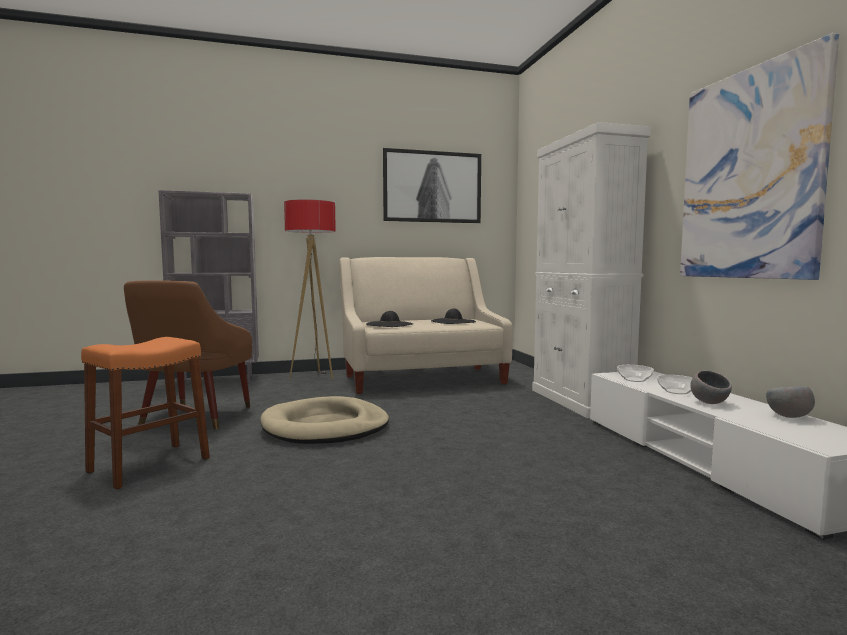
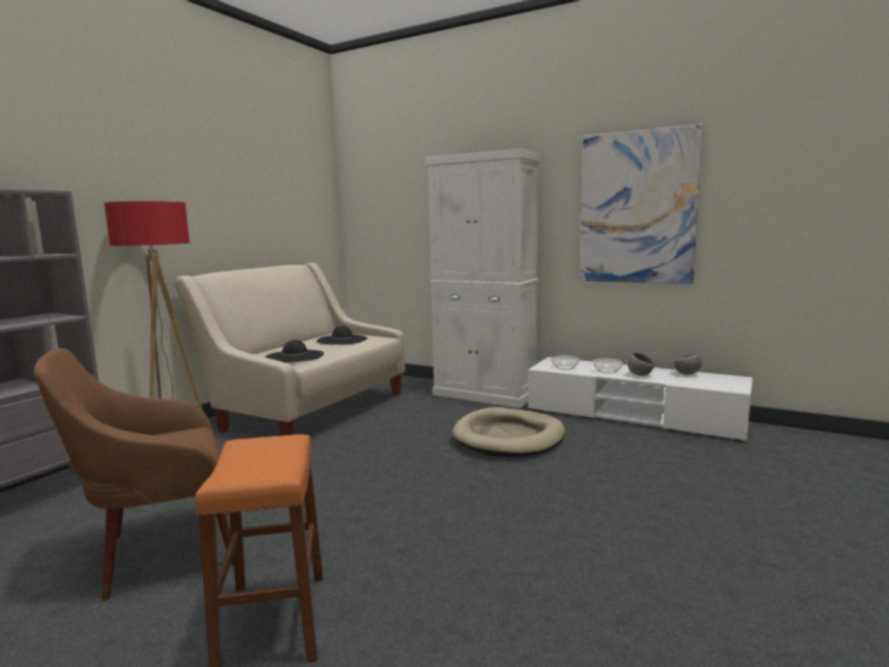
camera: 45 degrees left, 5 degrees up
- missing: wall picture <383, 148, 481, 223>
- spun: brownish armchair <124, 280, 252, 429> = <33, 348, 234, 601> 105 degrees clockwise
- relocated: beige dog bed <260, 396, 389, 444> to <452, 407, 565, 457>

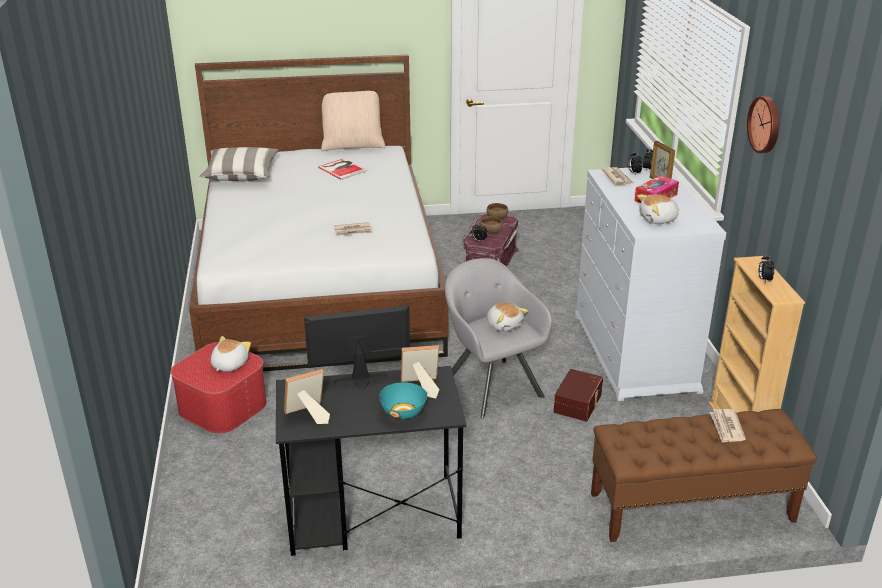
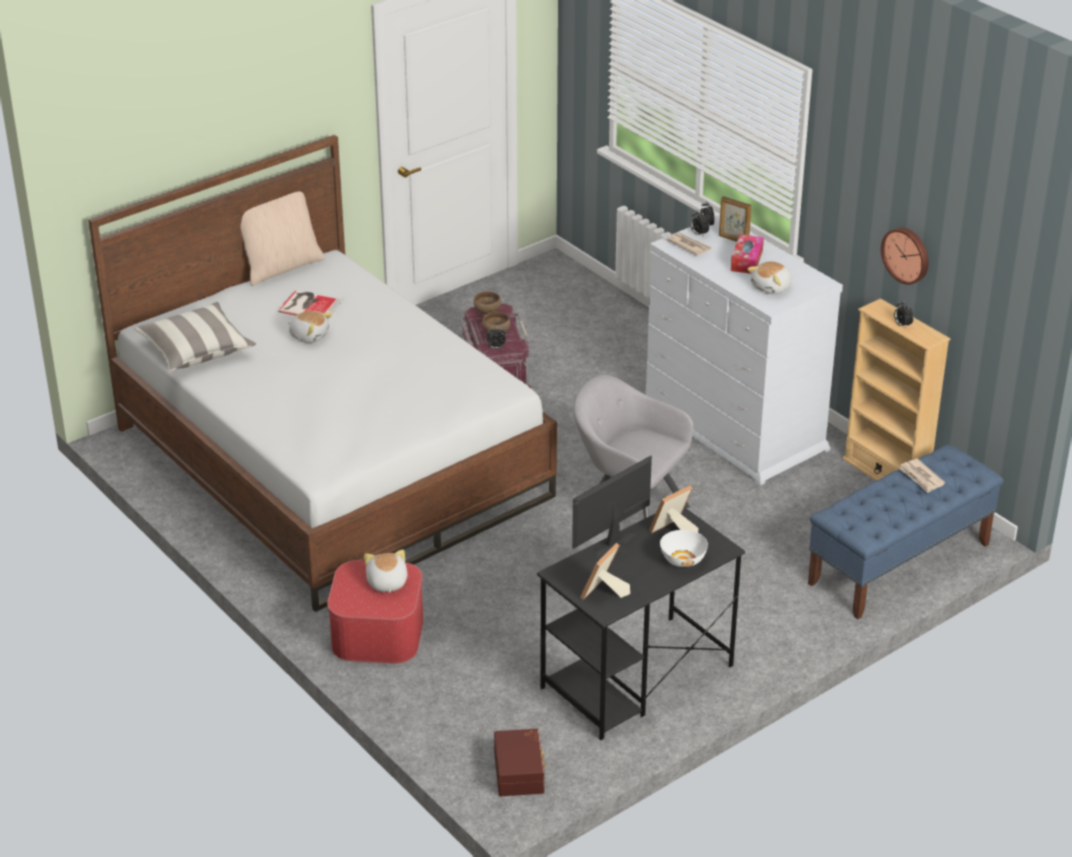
camera: 30 degrees left, 5 degrees up
- relocated: hanging clock <747, 96, 779, 153> to <881, 227, 929, 285>
- missing: printed paper <333, 222, 373, 236>
- relocated: cuddly toy <487, 302, 528, 332> to <288, 311, 333, 343>
- relocated: brownish storage container <554, 369, 603, 421> to <494, 729, 546, 796>
- colour: blue-green bowl <379, 382, 427, 419> to whitish bowl <660, 530, 708, 567>
- colour: brownish long seat <591, 409, 817, 542> to blue-coloured long seat <808, 444, 1004, 619>

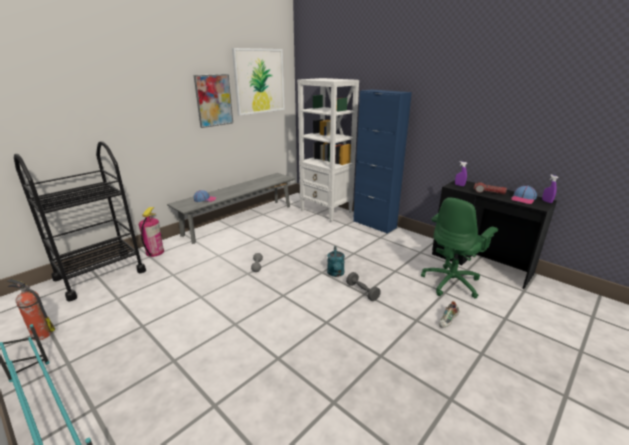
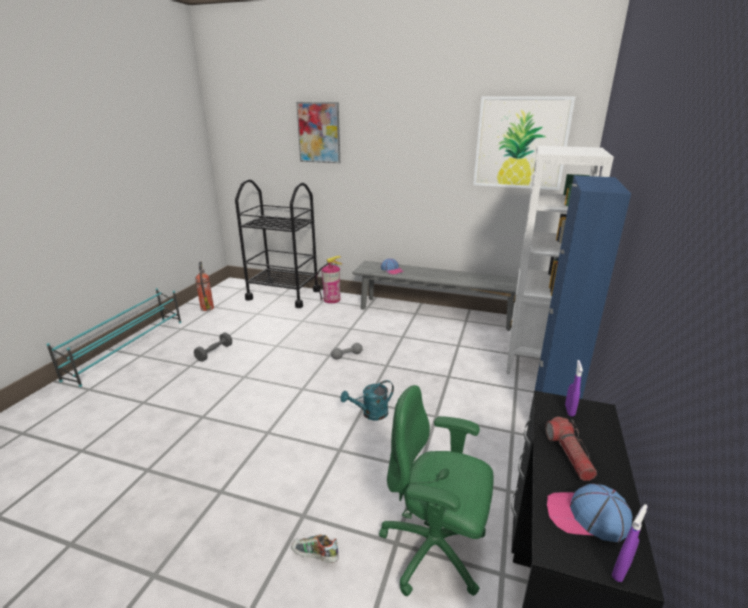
camera: 65 degrees right, 0 degrees up
- relocated: wall picture <194, 74, 233, 128> to <296, 102, 340, 163>
- relocated: grey dumbbell <346, 272, 381, 301> to <194, 332, 232, 362>

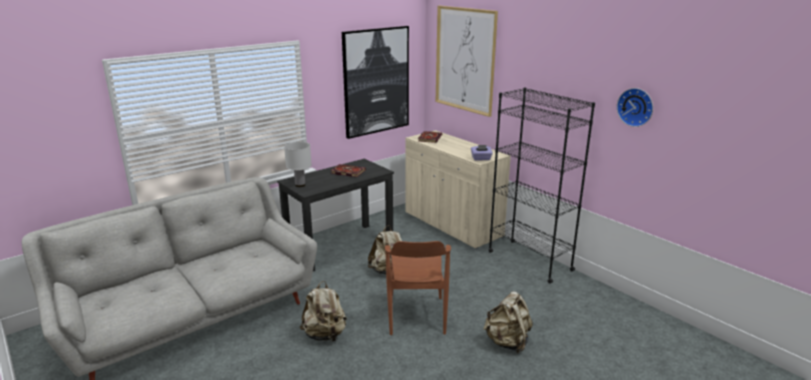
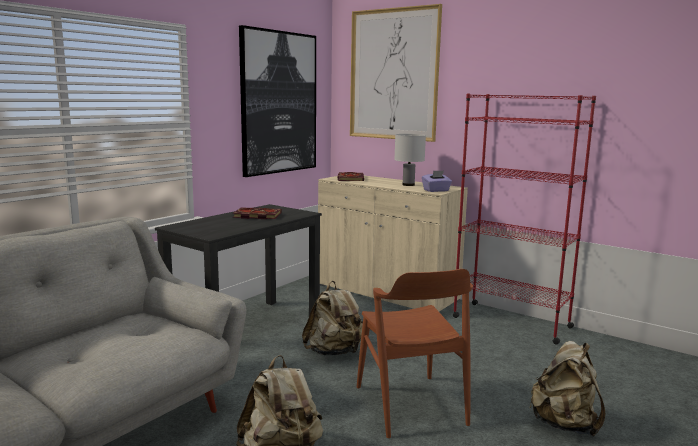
camera: 15 degrees left, 10 degrees down
- colour: black bookshelf <488, 87, 595, 284> to reddish bookshelf <453, 94, 596, 345>
- missing: hanging clock <617, 88, 653, 127>
- relocated: whitish table lamp <284, 142, 312, 187> to <394, 134, 426, 186>

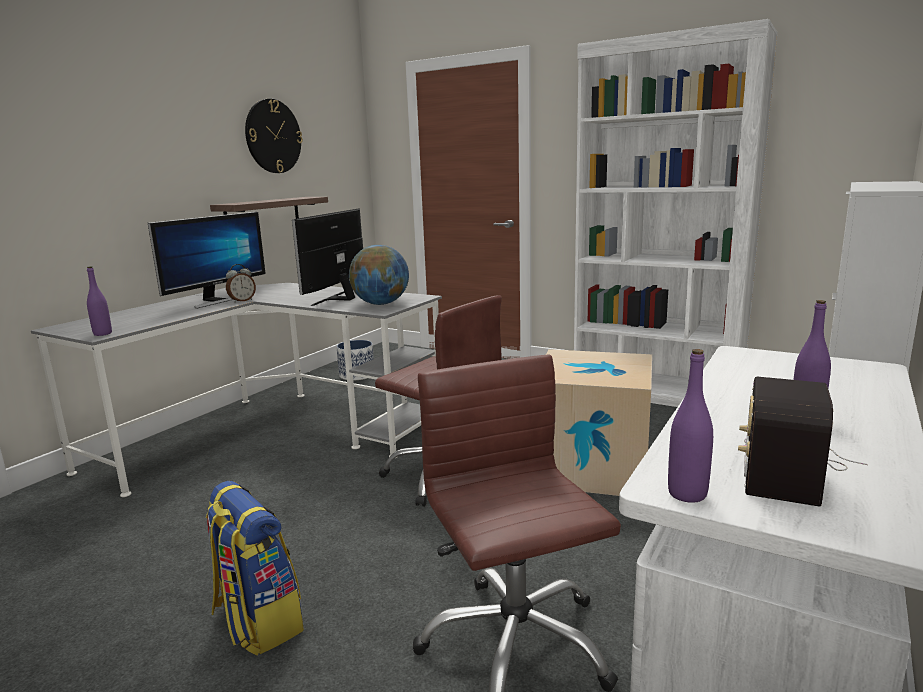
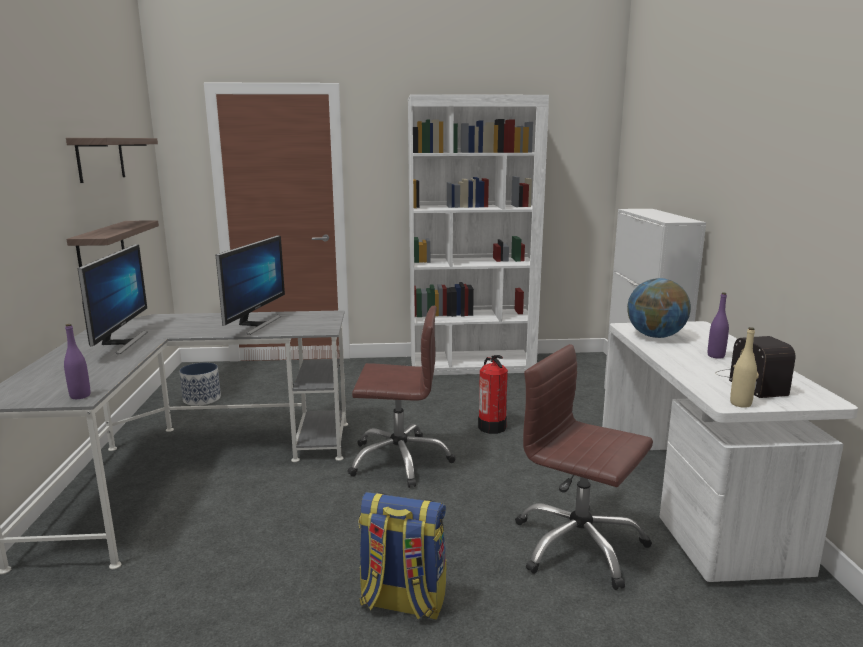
camera: 35 degrees left, 0 degrees up
- exchanged: hanging clock <245, 99, 303, 173> to bracket shelf <66, 138, 158, 183>
- spun: computer screen <292, 208, 363, 306> = <216, 235, 285, 335> 150 degrees counterclockwise
- relocated: globe <349, 245, 409, 305> to <627, 278, 691, 338>
- missing: table clock <226, 264, 256, 303>
- exchanged: carton <546, 349, 652, 496> to extinguisher <478, 355, 508, 434>
- colour: purplish beverage bottle <668, 349, 713, 503> to beige beverage bottle <730, 327, 757, 408>

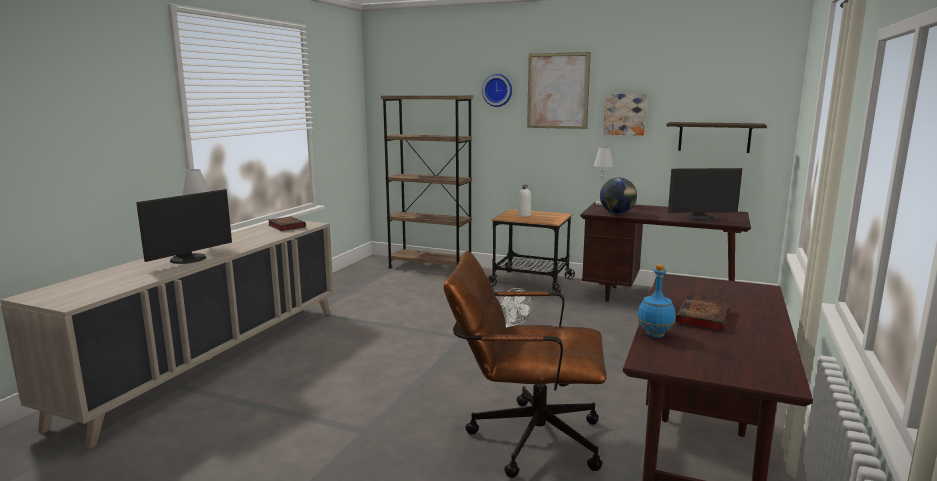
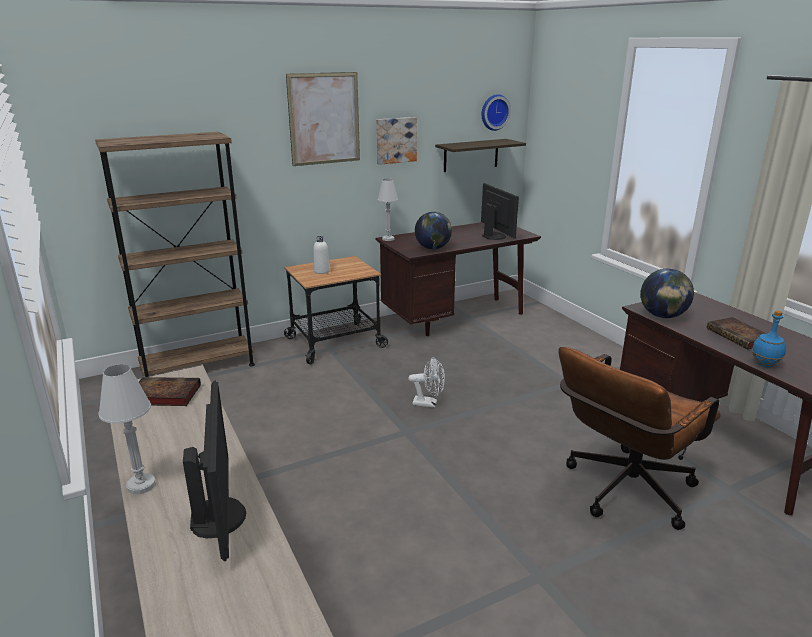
camera: 50 degrees left, 10 degrees up
- relocated: hanging clock <482, 74, 512, 107> to <482, 94, 511, 131>
- spun: computer screen <668, 168, 743, 221> = <481, 183, 519, 240> 60 degrees counterclockwise
- appeared: globe <640, 269, 694, 318>

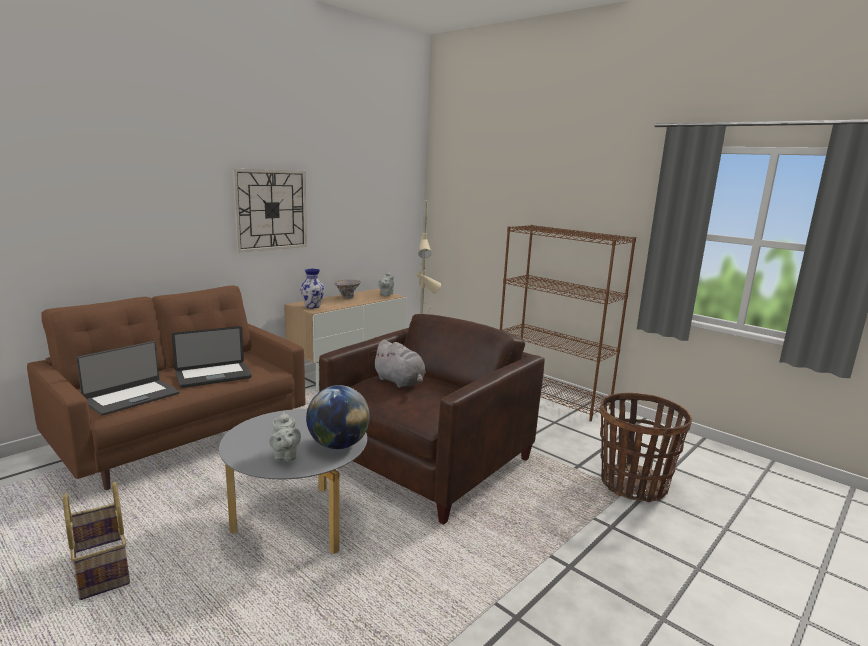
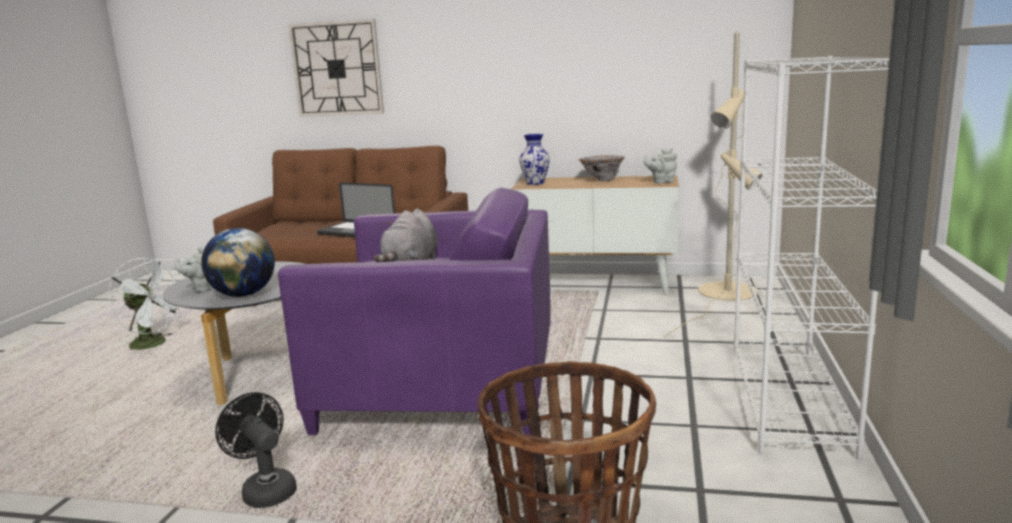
camera: 60 degrees right, 0 degrees up
- relocated: hanging clock <232, 169, 307, 253> to <288, 19, 384, 117>
- colour: brownish bookshelf <500, 225, 636, 422> to whitish bookshelf <734, 56, 889, 460>
- colour: brownish armchair <319, 314, 545, 525> to purplish armchair <278, 188, 551, 435>
- missing: portable computer <76, 341, 180, 416>
- exchanged: basket <63, 482, 130, 600> to whitish cooling fan <109, 258, 181, 356>
- appeared: black cooling fan <215, 392, 297, 508>

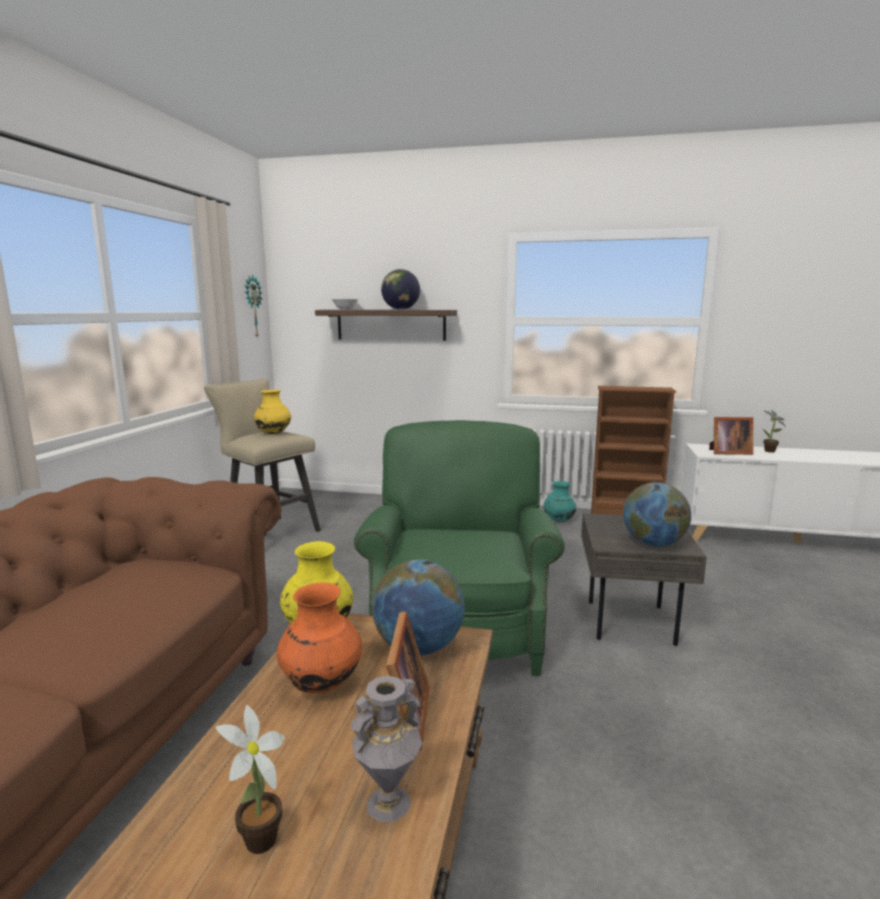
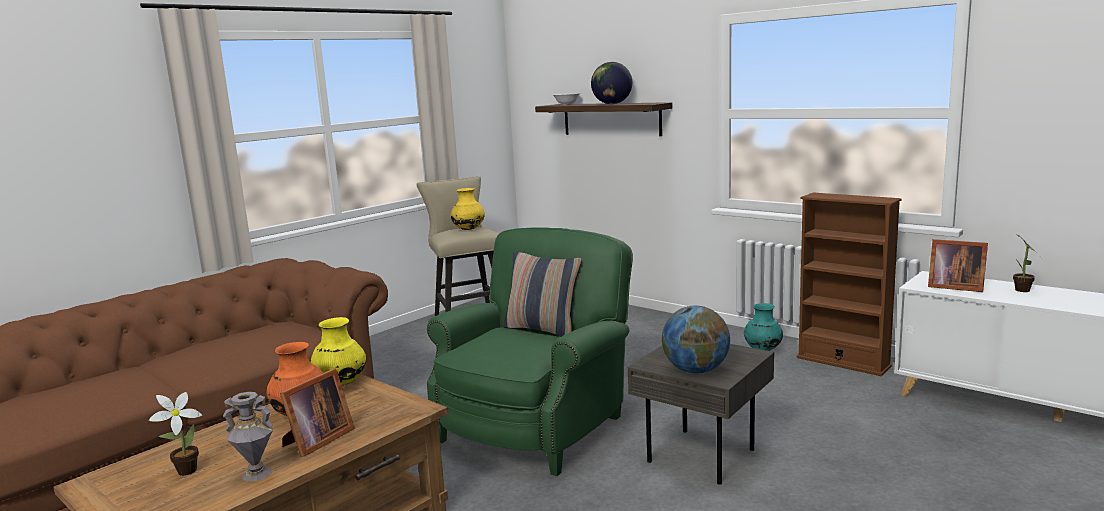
camera: 30 degrees right, 0 degrees up
- missing: hanging clock <245, 274, 263, 337>
- missing: globe <372, 559, 465, 655>
- appeared: cushion <503, 251, 581, 337>

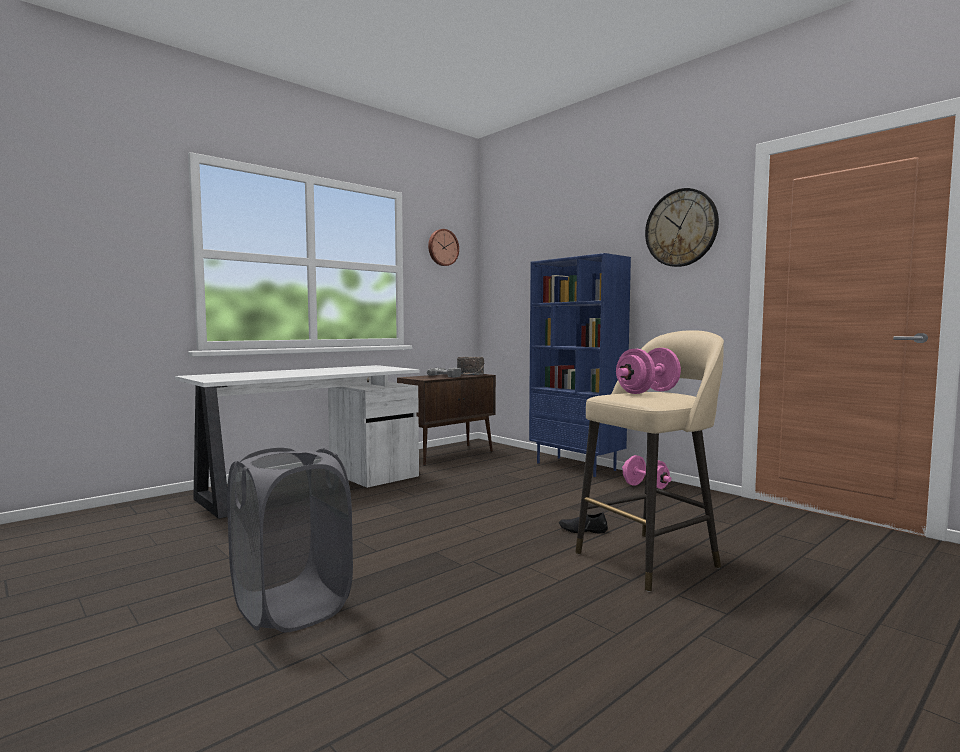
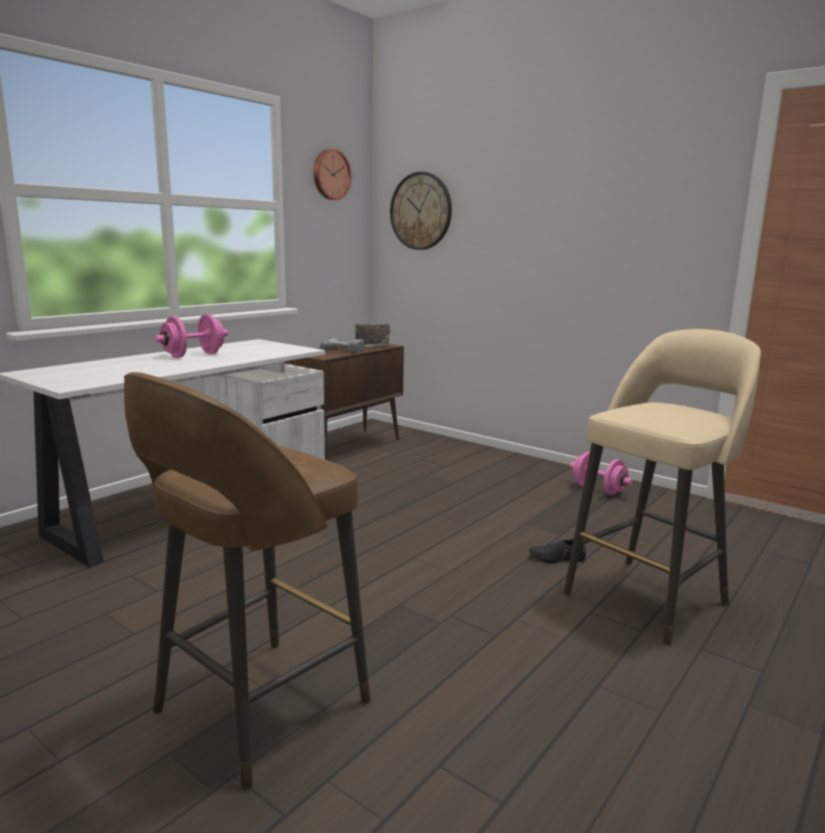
camera: 10 degrees left, 10 degrees up
- relocated: hanging clock <645, 188, 719, 267> to <390, 172, 452, 250>
- missing: blue-coloured bookshelf <529, 253, 631, 477>
- relocated: pink-coloured dumbbell <616, 348, 681, 394> to <154, 314, 228, 358>
- exchanged: grey hamper <227, 448, 353, 633> to brownish sitting stool <124, 372, 371, 791>

